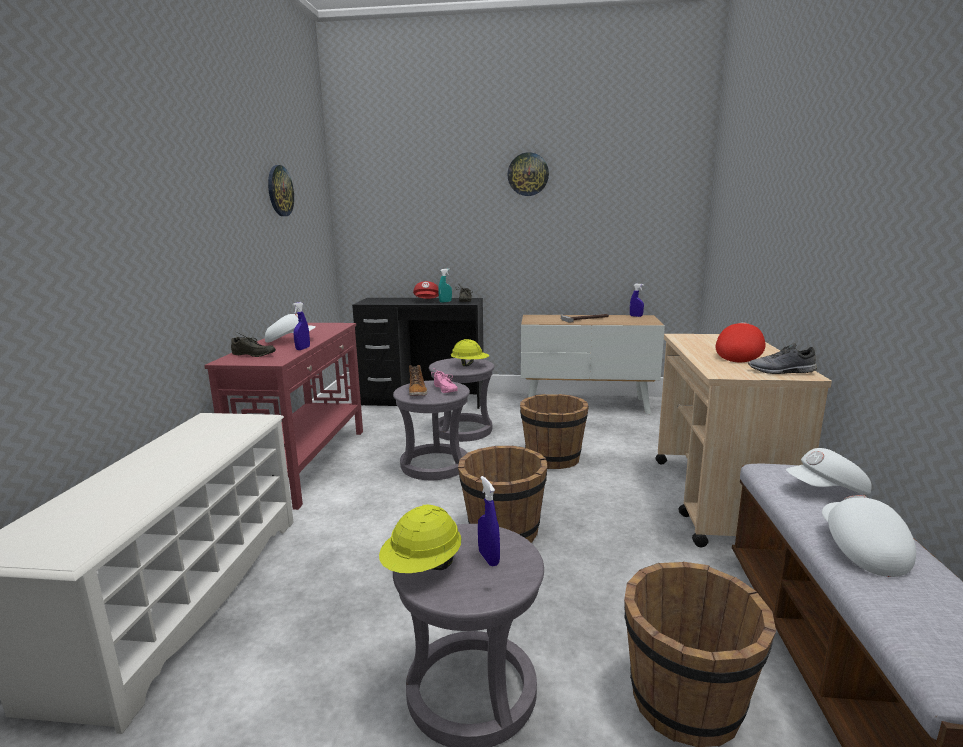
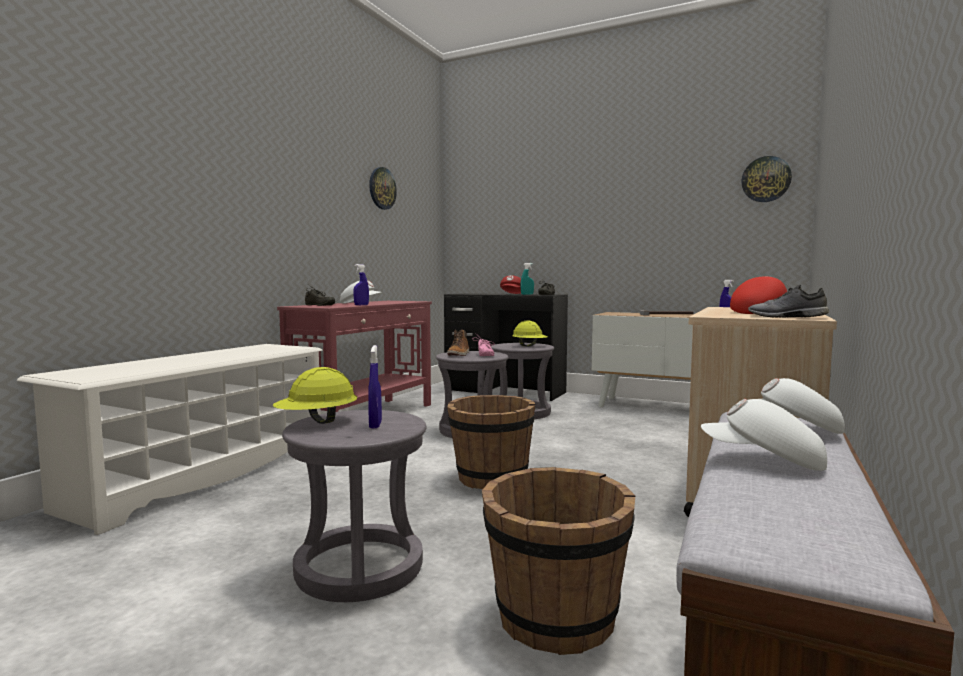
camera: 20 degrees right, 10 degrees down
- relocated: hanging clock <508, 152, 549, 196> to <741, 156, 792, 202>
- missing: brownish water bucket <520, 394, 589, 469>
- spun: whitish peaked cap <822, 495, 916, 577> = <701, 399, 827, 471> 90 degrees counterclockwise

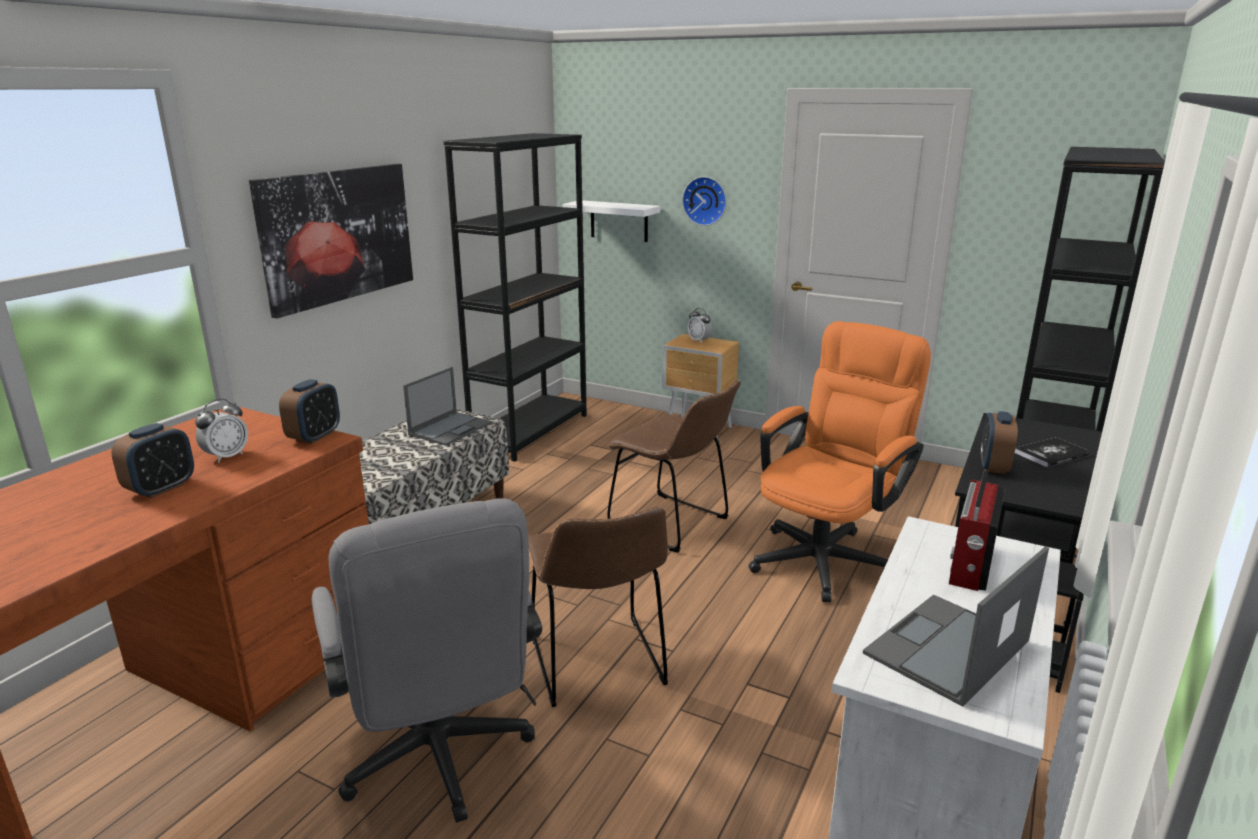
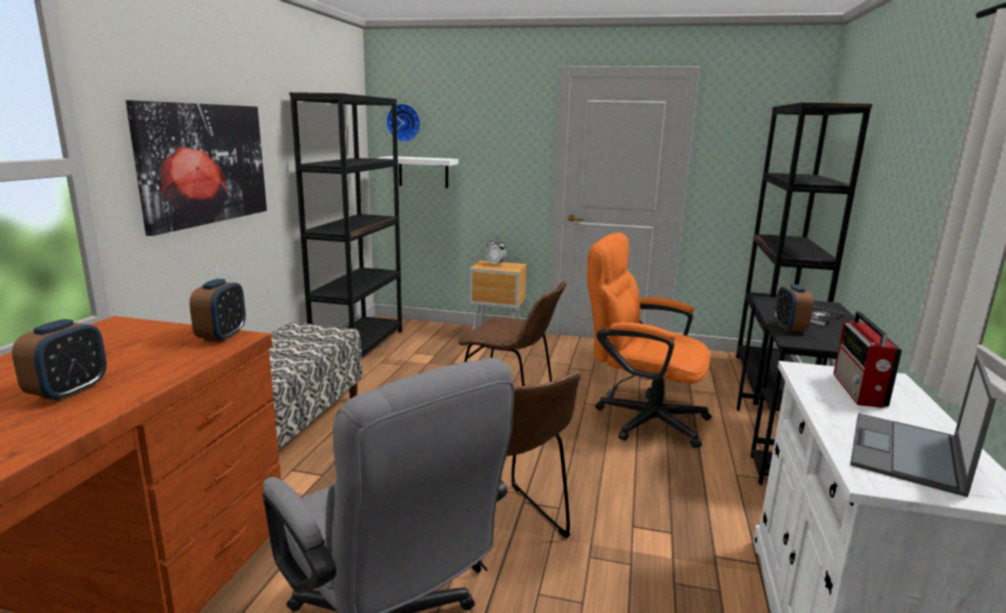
camera: 15 degrees left, 5 degrees down
- relocated: hanging clock <682, 177, 727, 226> to <386, 104, 421, 142>
- spun: orange-coloured desk chair <749, 321, 931, 602> = <587, 232, 711, 448> 90 degrees counterclockwise
- missing: portable computer <403, 367, 492, 446>
- missing: table clock <195, 399, 248, 463>

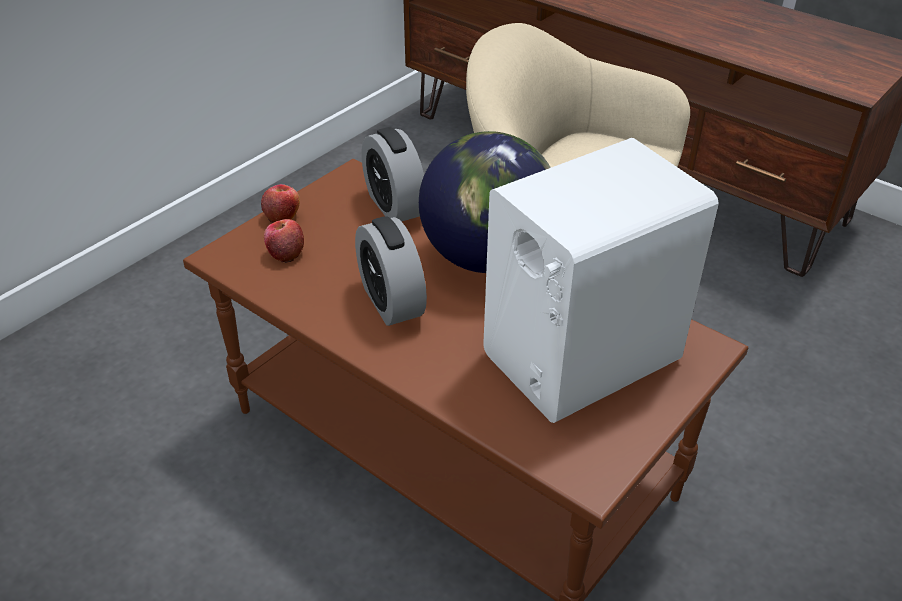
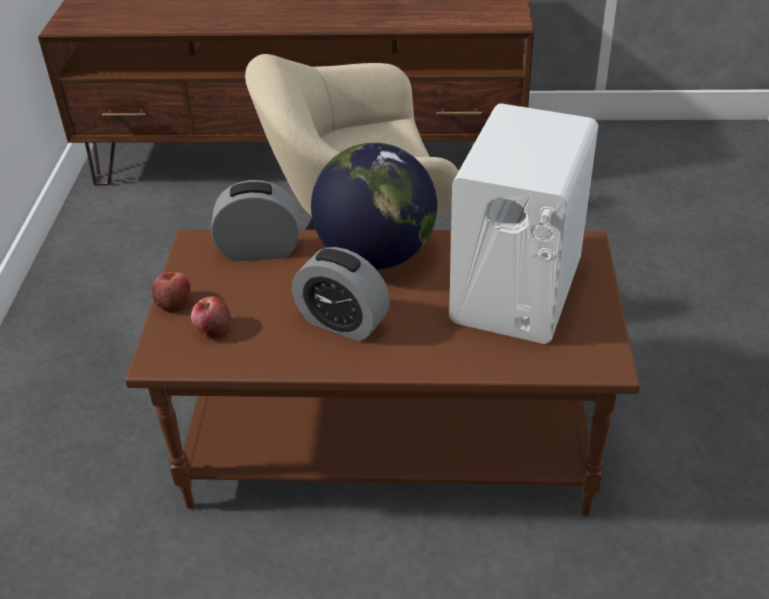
camera: 35 degrees left, 0 degrees up
- spun: table clock <362, 127, 424, 222> = <211, 180, 299, 262> 150 degrees clockwise

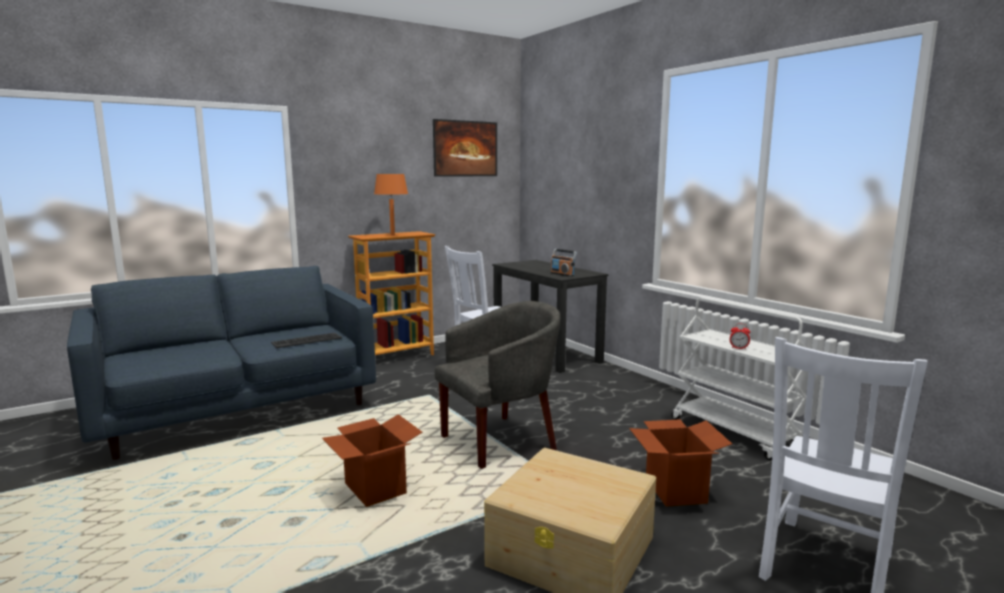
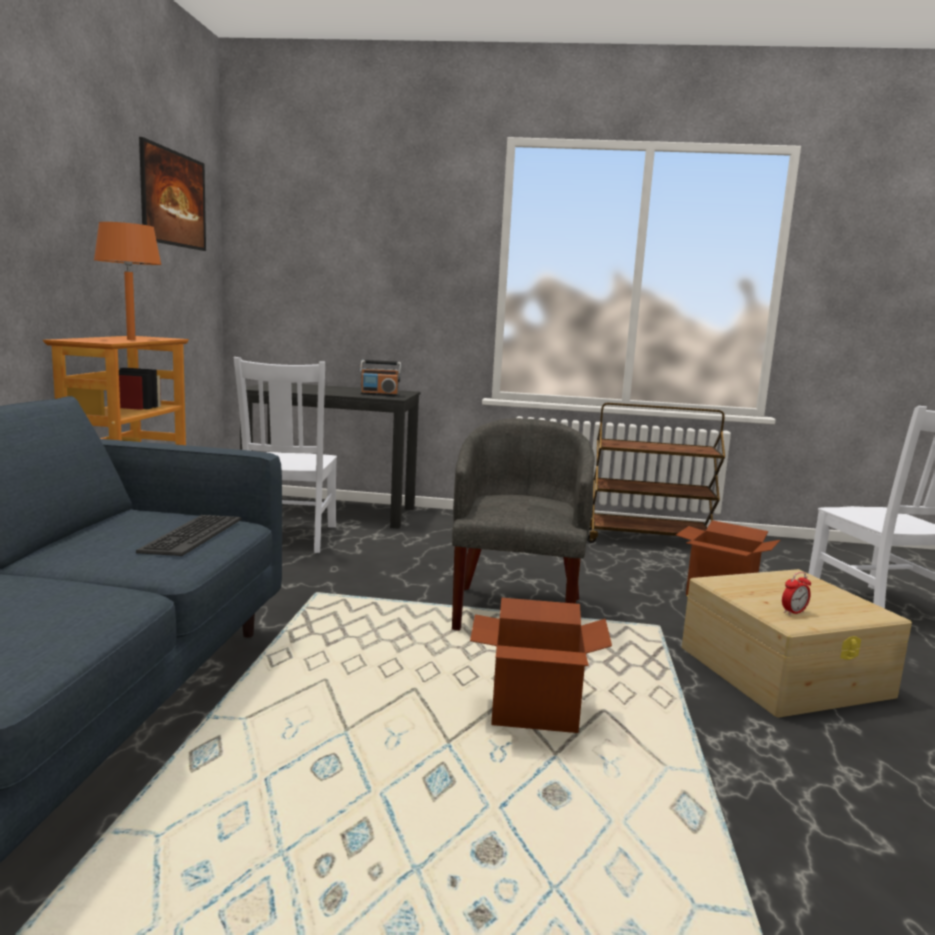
camera: 50 degrees left, 0 degrees up
- colour: whitish wheeled cart <672, 297, 806, 460> to brownish wheeled cart <587, 403, 725, 543>
- relocated: table clock <730, 324, 750, 350> to <782, 572, 811, 615>

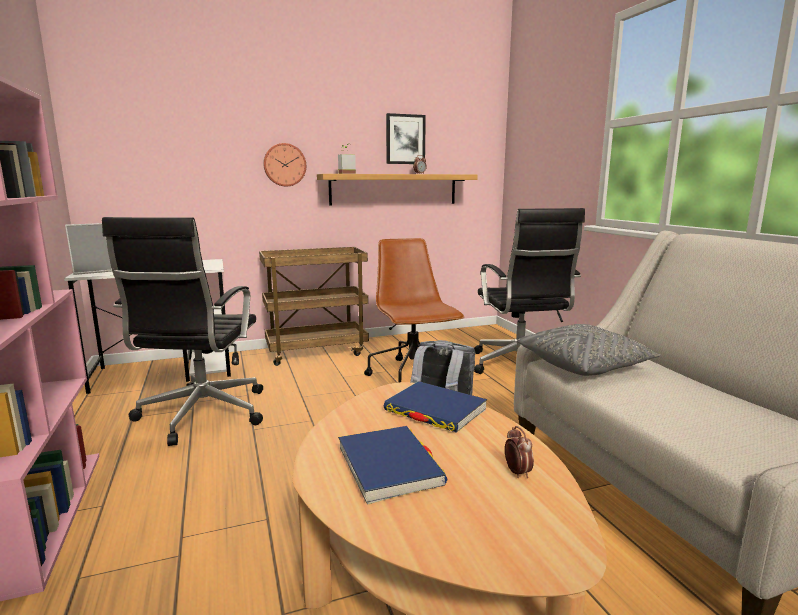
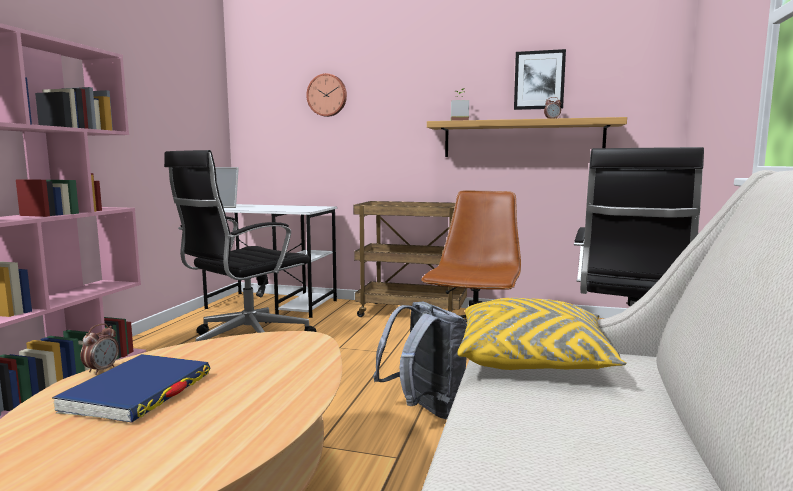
camera: 35 degrees right, 5 degrees down
- relocated: hanging clock <263, 143, 306, 186> to <306, 73, 347, 117>
- colour: grey cushion <517, 324, 661, 376> to yellow cushion <457, 298, 626, 370>
- missing: blue-coloured bound book <384, 381, 487, 432>
- relocated: table clock <505, 426, 534, 478> to <81, 323, 119, 375>

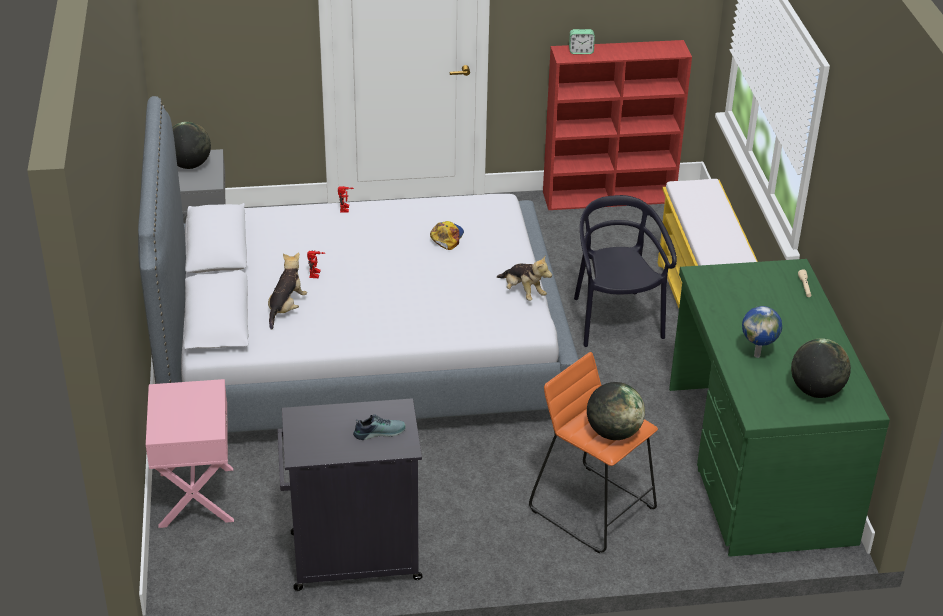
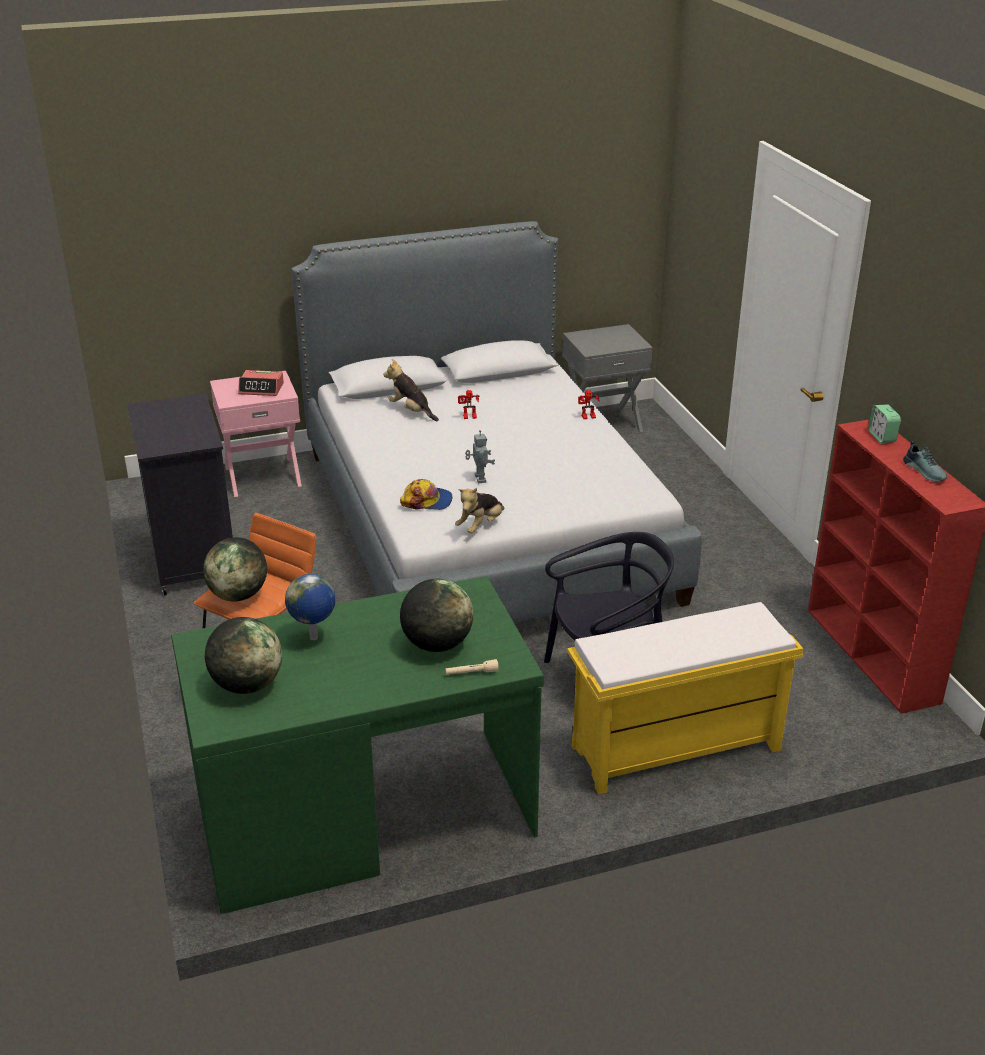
camera: 80 degrees right, 5 degrees down
- relocated: globe <172, 122, 211, 169> to <400, 579, 473, 652>
- relocated: peaked cap <430, 221, 464, 250> to <400, 479, 453, 510>
- spun: cuddly toy <268, 252, 307, 330> = <383, 359, 439, 421> 150 degrees counterclockwise
- relocated: shoe <353, 414, 406, 440> to <903, 441, 947, 482>
- appeared: table clock <238, 370, 284, 396>
- appeared: model robot <465, 430, 495, 483>

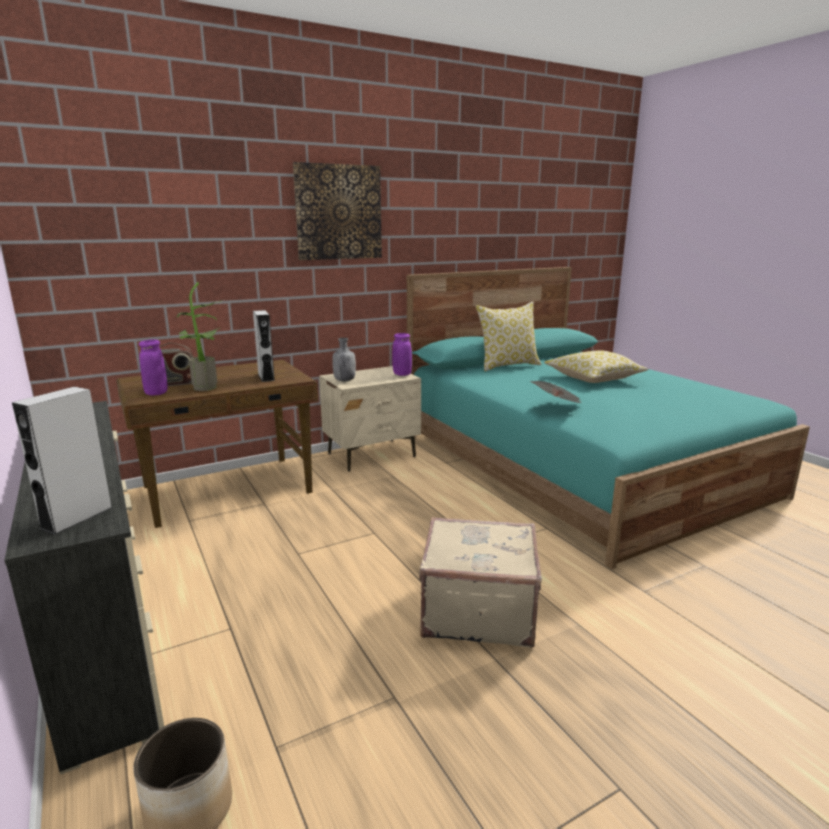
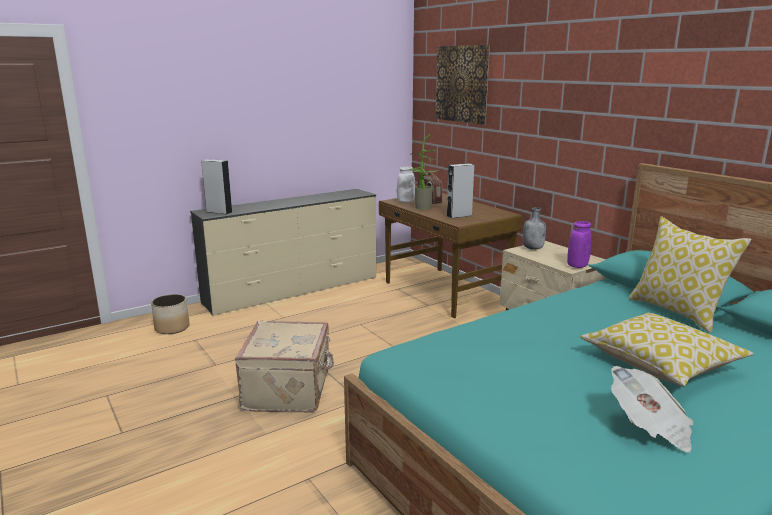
camera: 85 degrees right, 0 degrees up
- relocated: wall picture <293, 162, 382, 260> to <435, 45, 490, 124>
- colour: purplish decorative vase <139, 339, 168, 396> to whitish decorative vase <397, 167, 415, 202>
- relocated: printed paper <530, 381, 581, 403> to <611, 366, 693, 452>

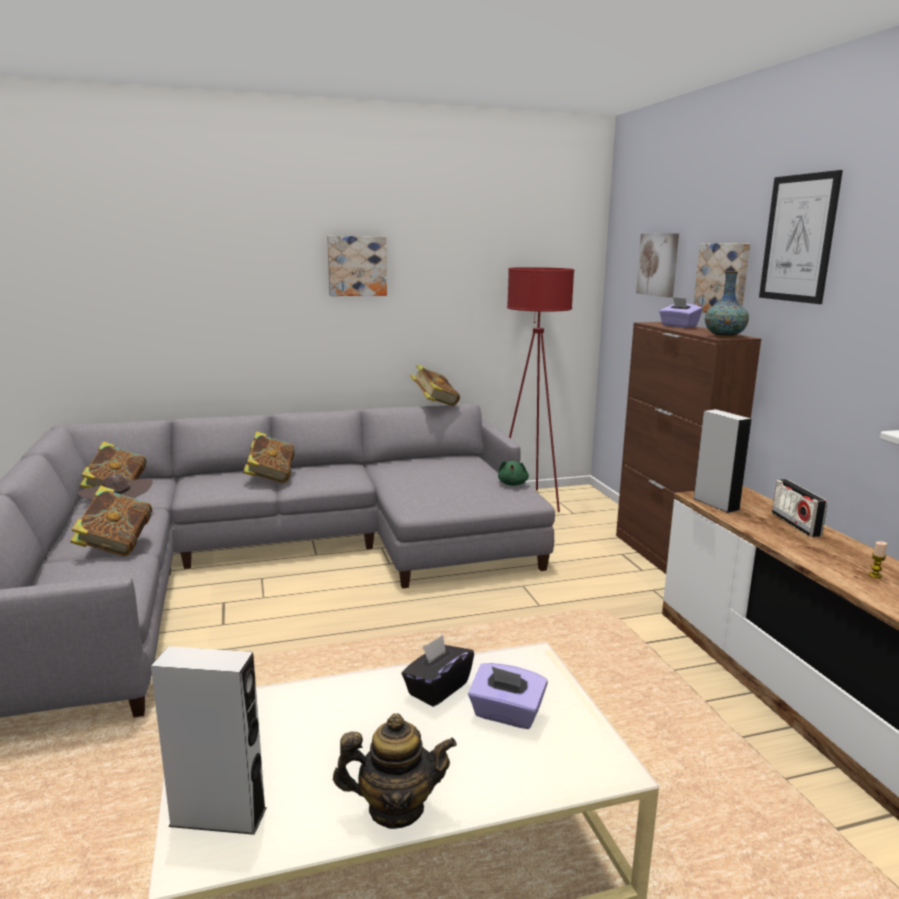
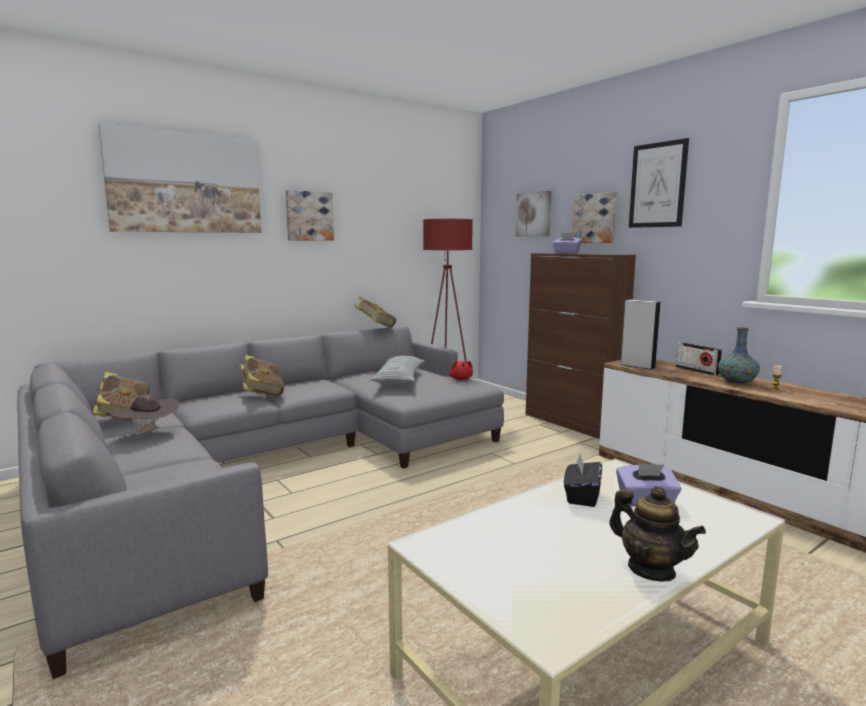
camera: 20 degrees left, 5 degrees down
- relocated: decorative vase <705, 271, 749, 337> to <718, 327, 760, 384>
- colour: green-coloured cuddly toy <498, 461, 529, 486> to reddish cuddly toy <449, 361, 473, 380>
- missing: bound book <70, 486, 152, 556>
- missing: grey audio speaker <151, 646, 267, 835>
- spun: pot for tea <333, 713, 457, 829> = <609, 486, 706, 581> 75 degrees clockwise
- appeared: wall picture <98, 123, 261, 233>
- appeared: cushion <370, 355, 425, 385>

